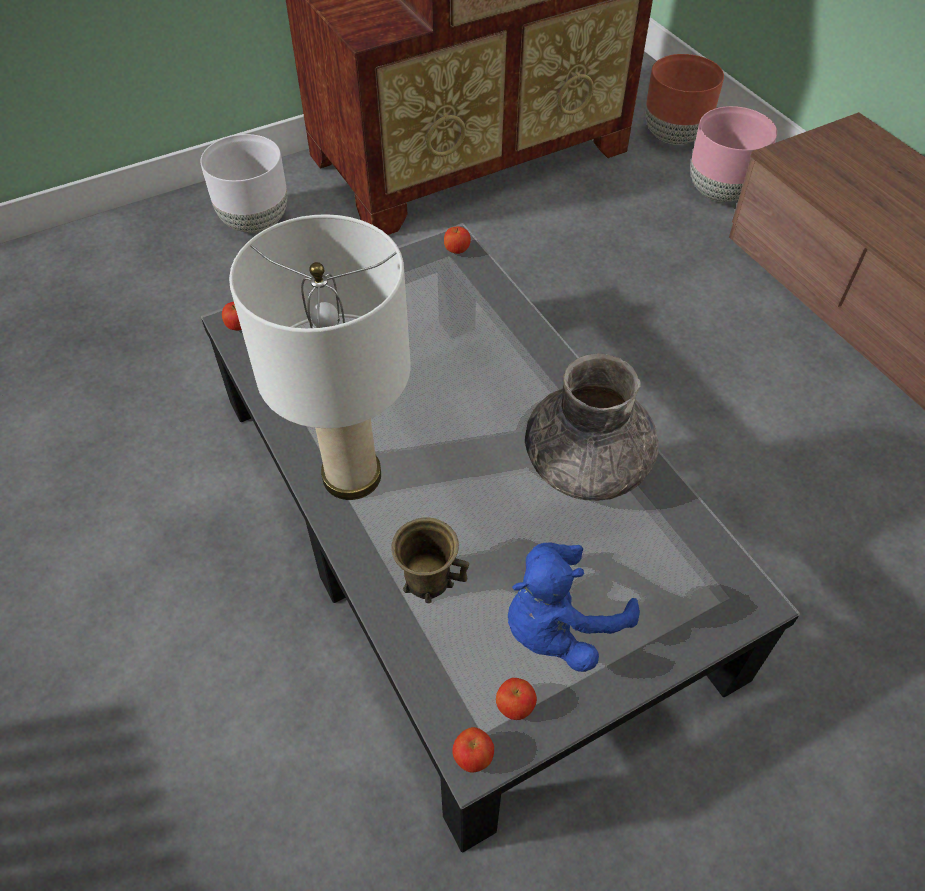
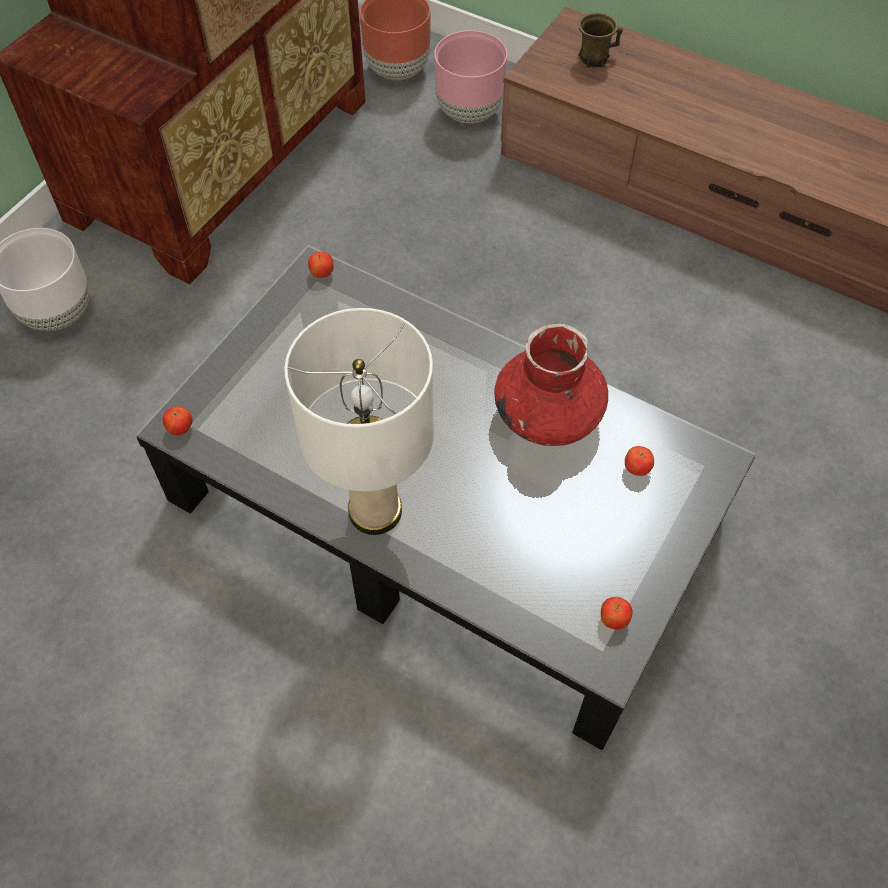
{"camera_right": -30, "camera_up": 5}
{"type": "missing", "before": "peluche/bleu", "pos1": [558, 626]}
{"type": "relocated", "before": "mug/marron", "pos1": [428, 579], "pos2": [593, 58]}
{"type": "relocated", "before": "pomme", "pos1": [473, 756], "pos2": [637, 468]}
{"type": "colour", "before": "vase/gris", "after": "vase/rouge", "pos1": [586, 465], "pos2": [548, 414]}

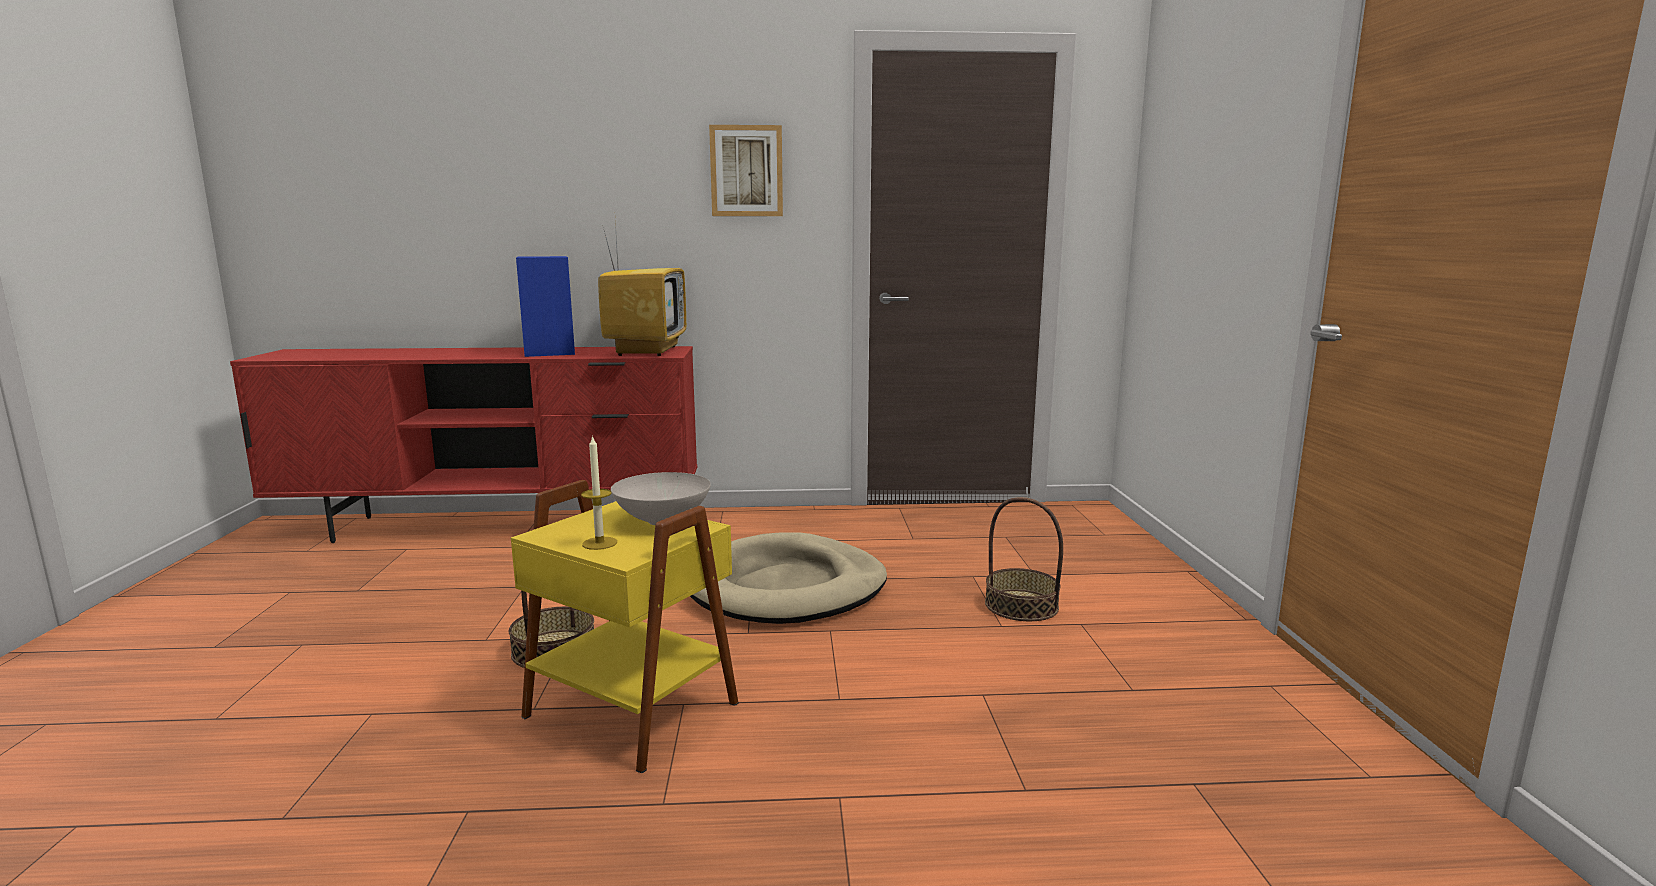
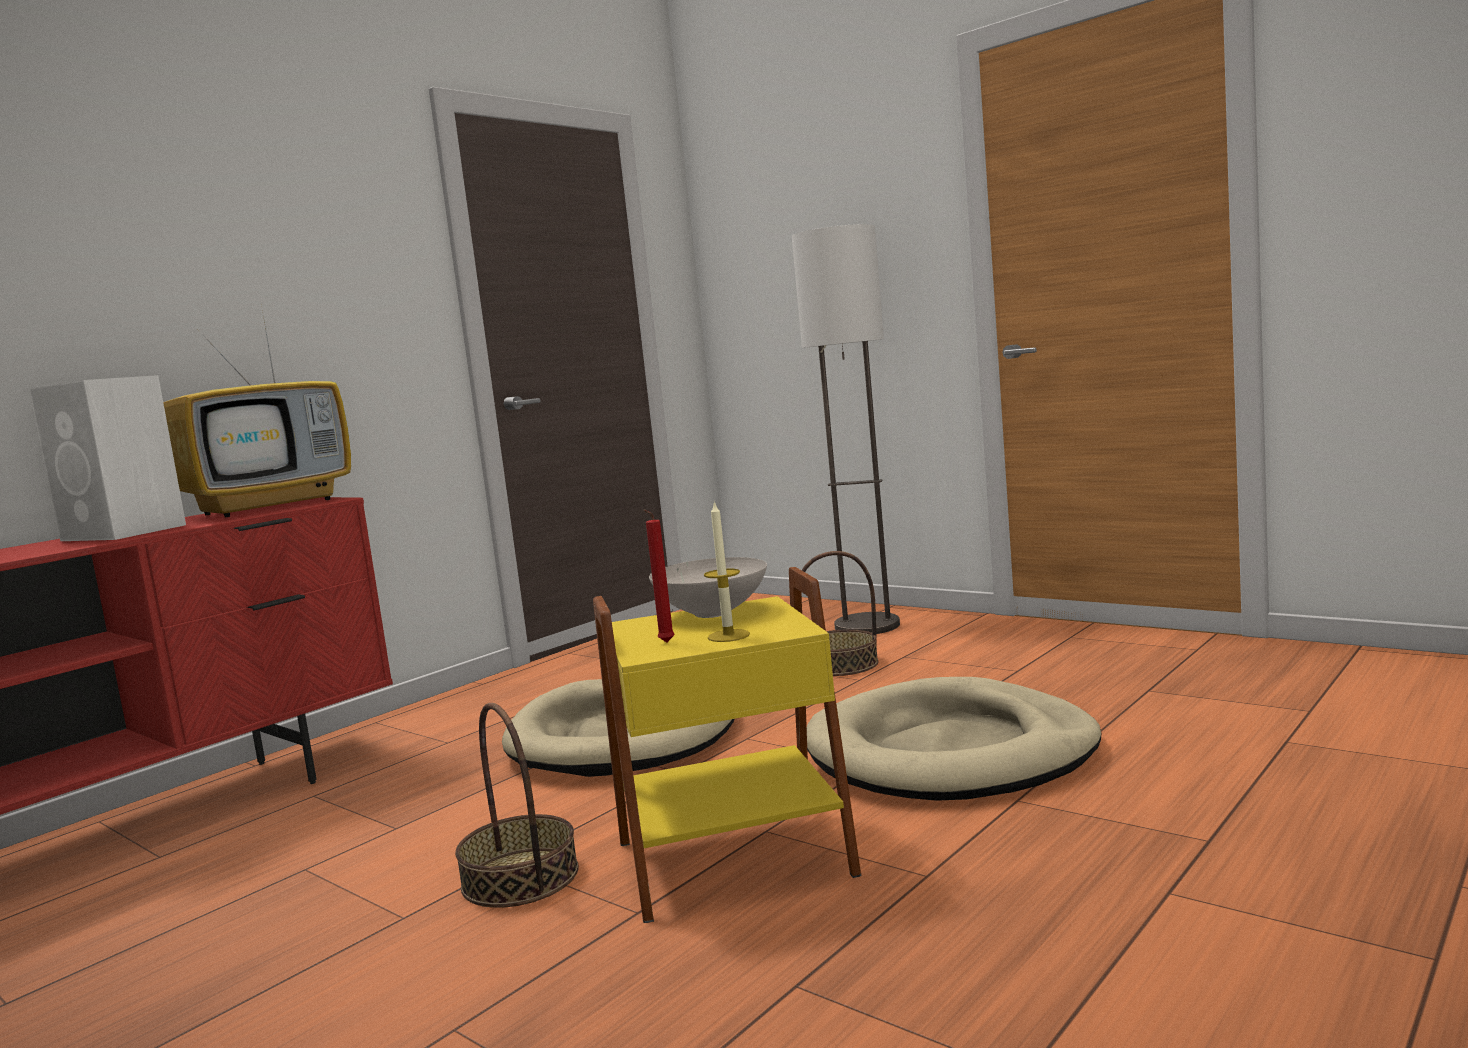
{"camera_right": -45, "camera_up": -5}
{"type": "missing", "before": "tableau", "pos1": [746, 171]}
{"type": "appeared", "after": "bougie/rouge", "pos2": [665, 643]}
{"type": "appeared", "after": "lampadaire", "pos2": [867, 626]}
{"type": "appeared", "after": "panier pour chien/beige", "pos2": [951, 752]}
{"type": "colour", "before": "enceinte/bleu", "after": "enceinte/blanc", "pos1": [549, 352], "pos2": [126, 533]}
{"type": "spun", "before": "téléviseur", "pos1": [646, 351], "pos2": [270, 506], "turn": 90}

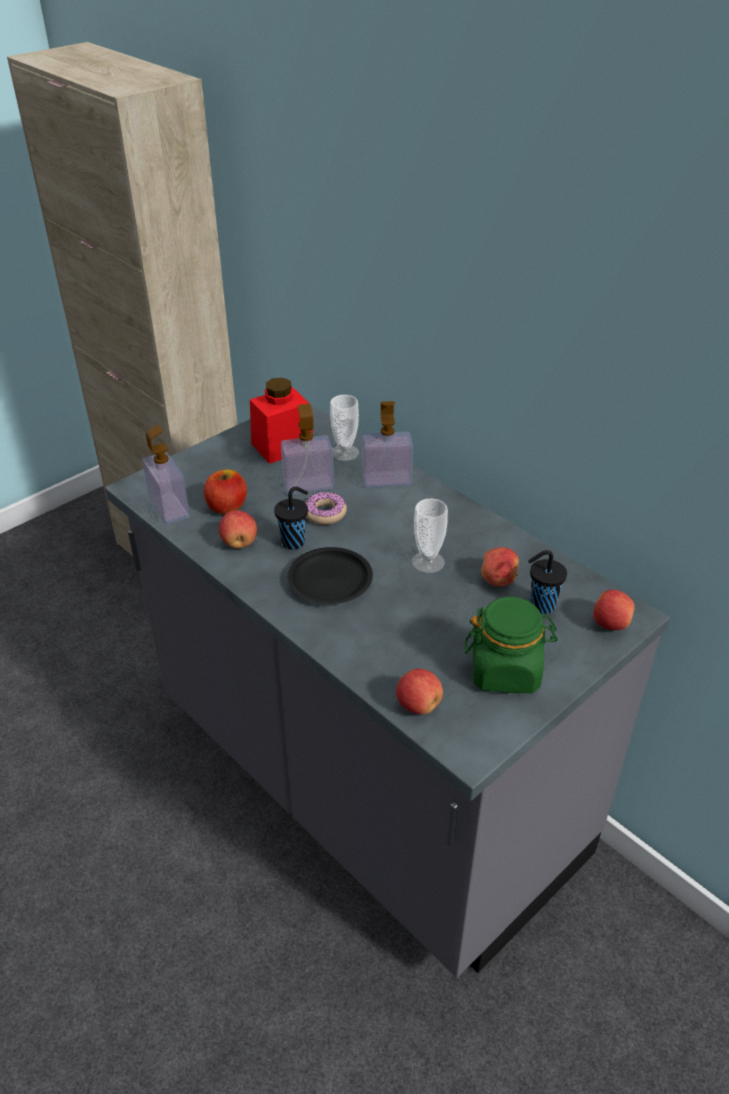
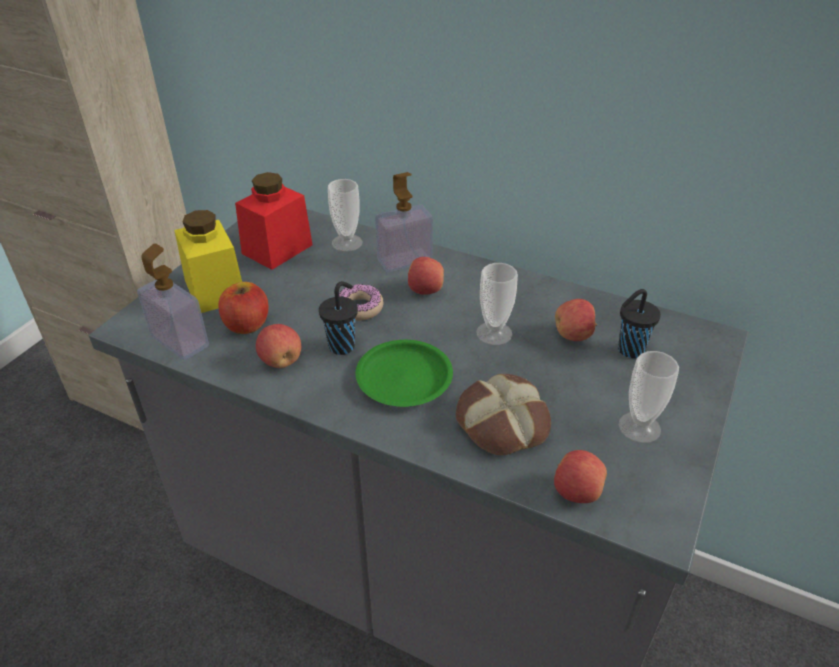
{"camera_right": -20, "camera_up": 0}
{"type": "missing", "before": "distributeur de savon", "pos1": [308, 485]}
{"type": "appeared", "after": "bocal/jaune", "pos2": [215, 290]}
{"type": "appeared", "after": "pain", "pos2": [500, 423]}
{"type": "relocated", "before": "pomme", "pos1": [610, 624], "pos2": [425, 290]}
{"type": "exchanged", "before": "bocal/vert", "after": "tasse", "pos1": [505, 671], "pos2": [639, 427]}
{"type": "colour", "before": "assiette/noir", "after": "assiette/vert", "pos1": [329, 581], "pos2": [403, 379]}

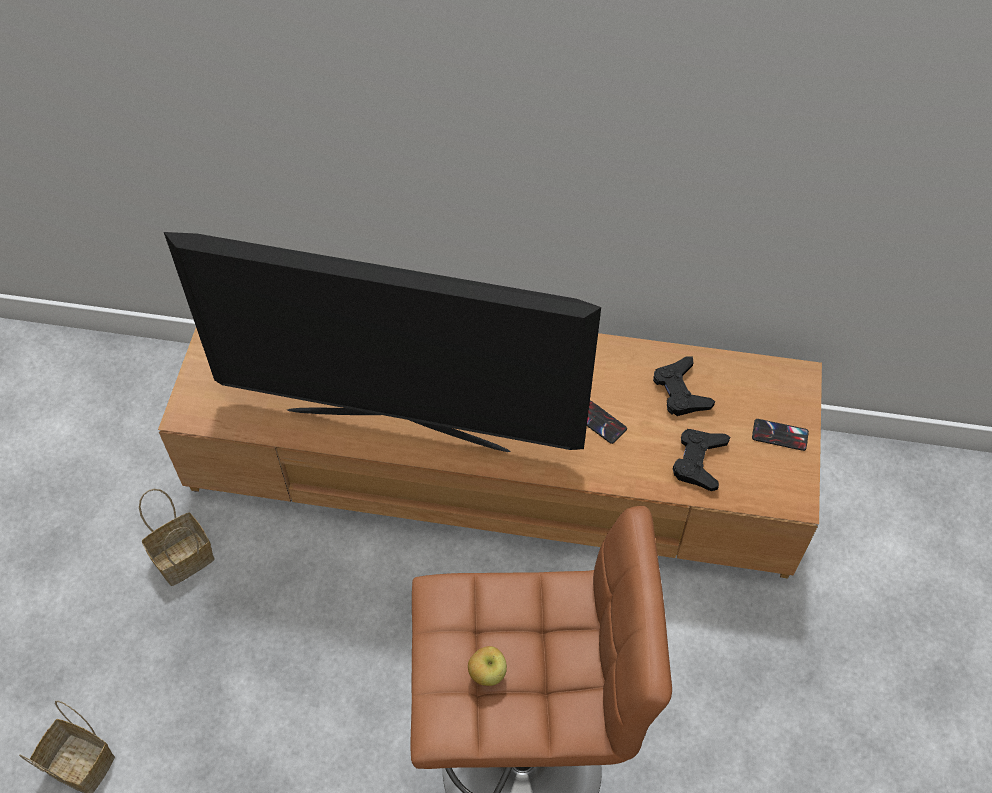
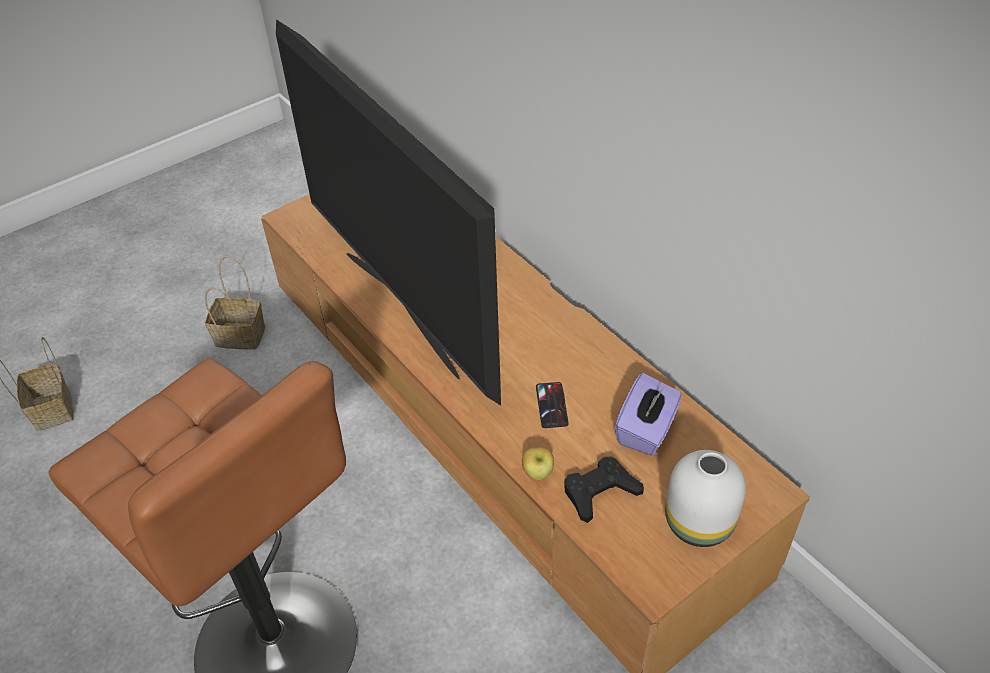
{"camera_right": 45, "camera_up": -10}
{"type": "relocated", "before": "pomme", "pos1": [487, 673], "pos2": [538, 473]}
{"type": "exchanged", "before": "manette/noir", "after": "boîte à mouchoirs/violet", "pos1": [680, 391], "pos2": [646, 430]}
{"type": "exchanged", "before": "téléphone", "after": "vase/blanc", "pos1": [780, 435], "pos2": [698, 524]}

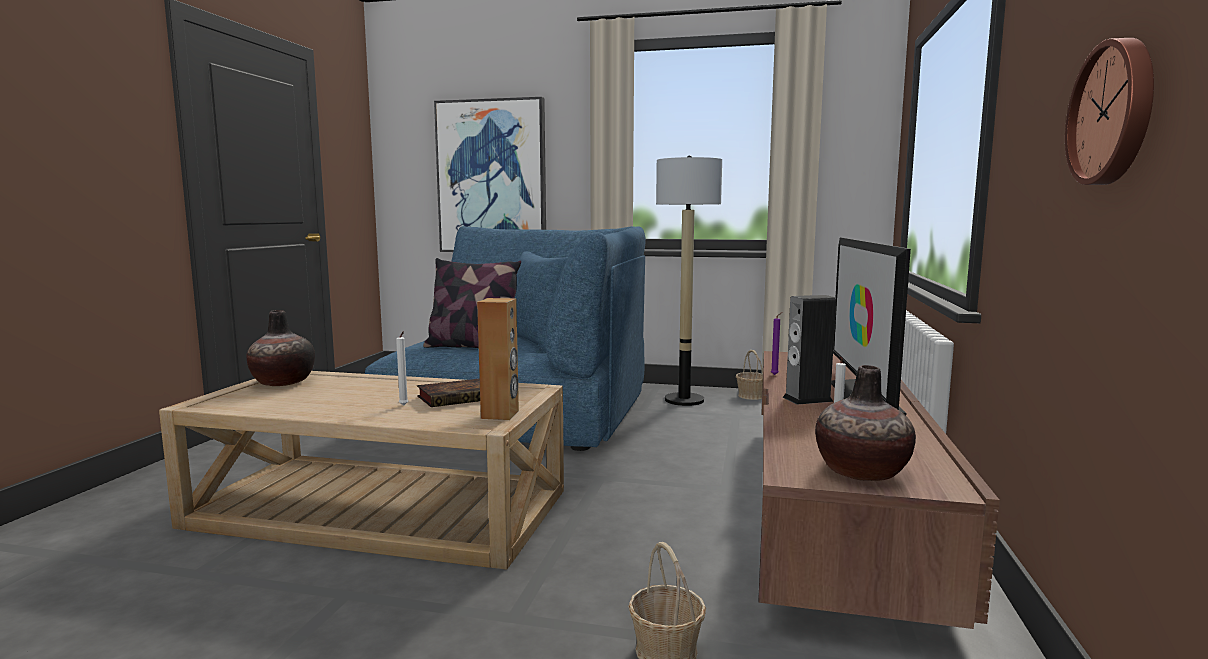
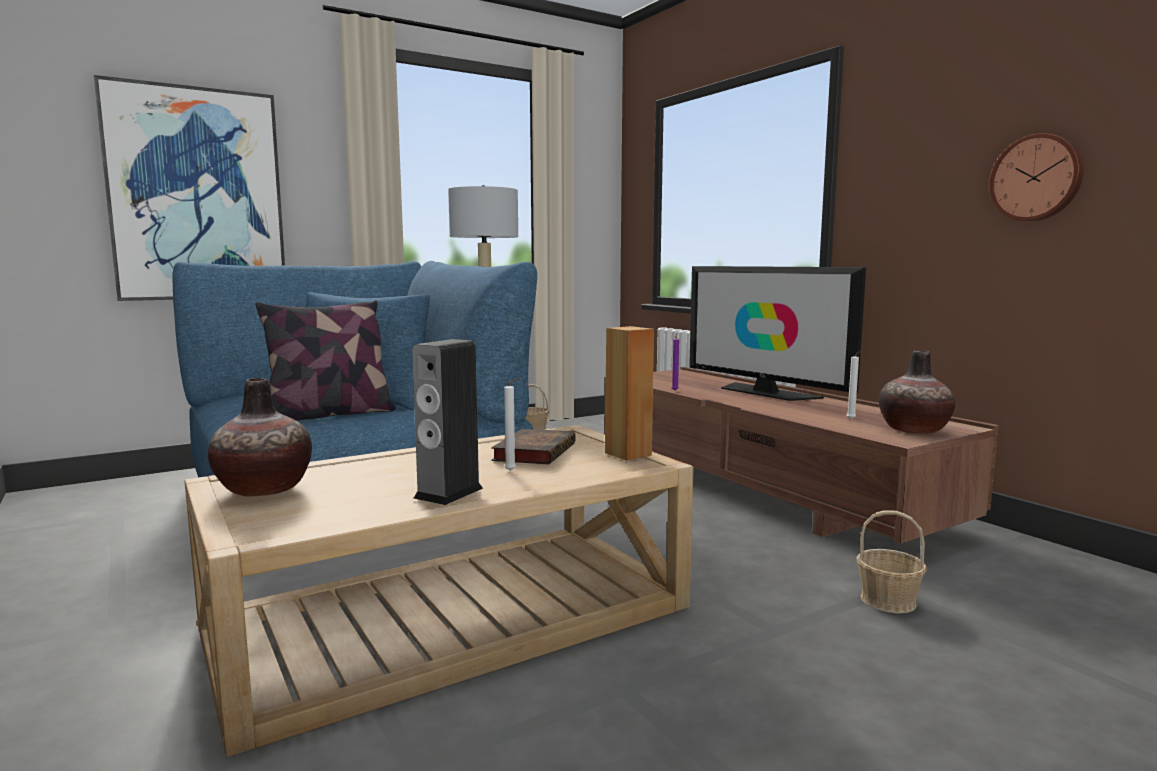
{"camera_right": -45, "camera_up": 0}
{"type": "relocated", "before": "enceinte", "pos1": [807, 399], "pos2": [449, 493]}

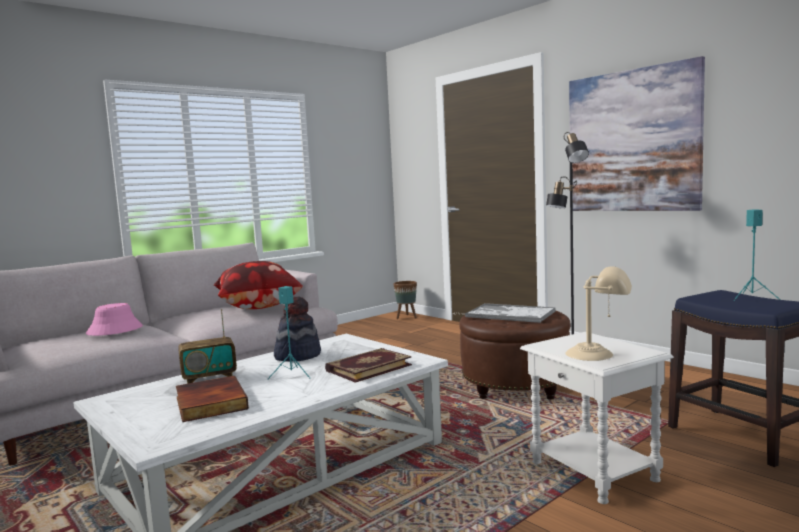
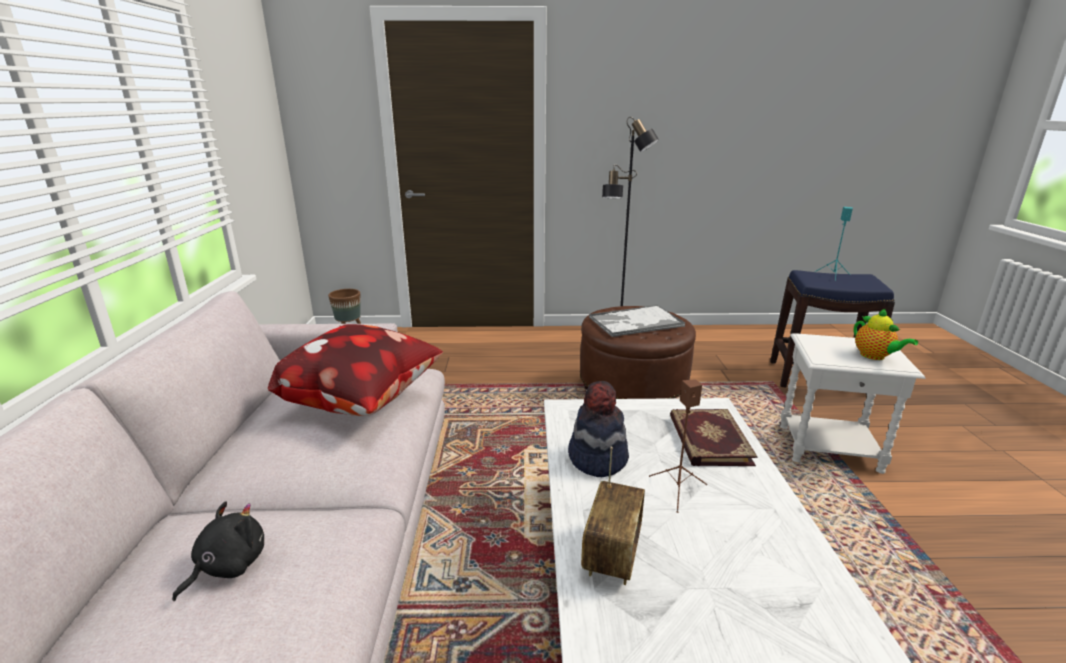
{"camera_right": -50, "camera_up": 15}
{"type": "missing", "before": "livre", "pos1": [209, 403]}
{"type": "missing", "before": "tableau", "pos1": [632, 141]}
{"type": "exchanged", "before": "chapeau/rose", "after": "peluche/noir", "pos1": [114, 330], "pos2": [228, 566]}
{"type": "exchanged", "before": "lampe de table/beige", "after": "théière", "pos1": [599, 354], "pos2": [874, 356]}
{"type": "colour", "before": "enceinte/turquoise", "after": "enceinte/marron", "pos1": [291, 375], "pos2": [677, 491]}

